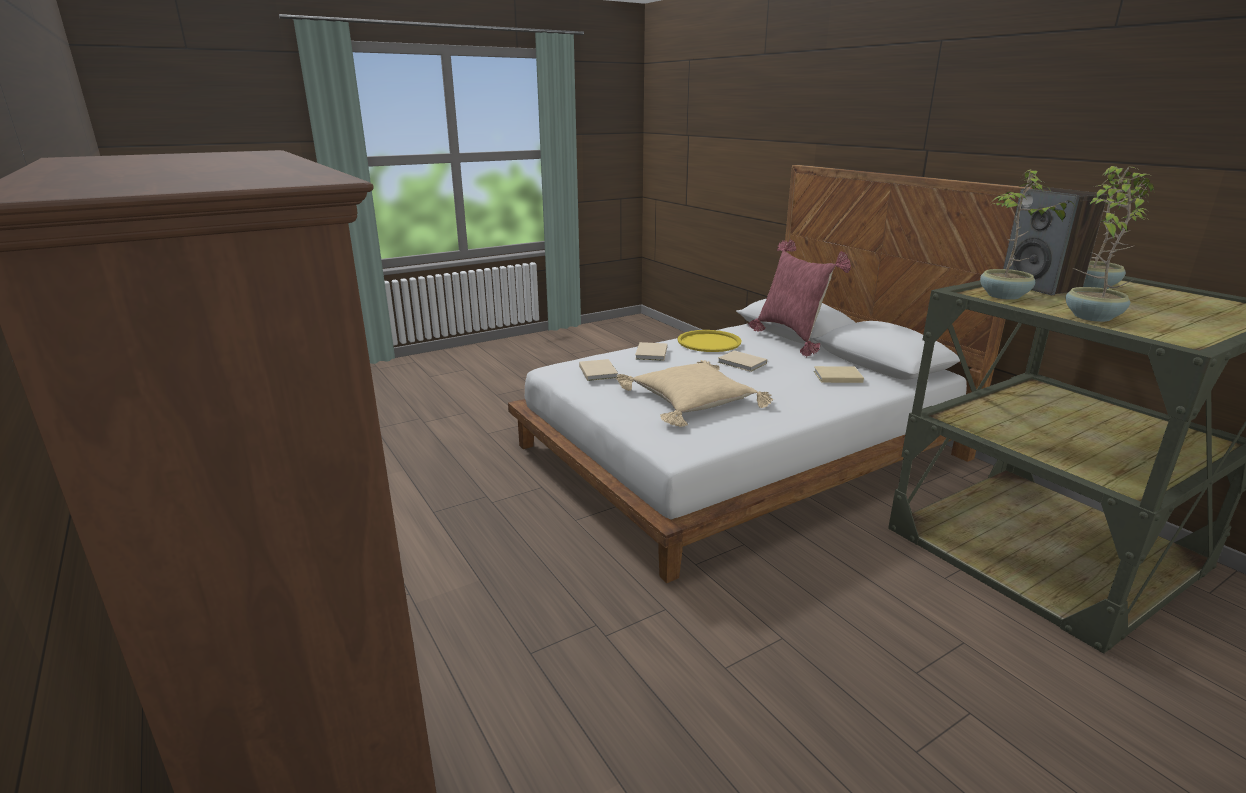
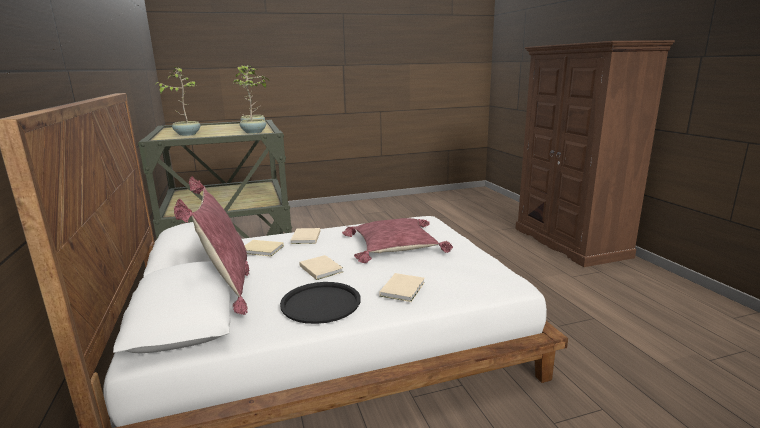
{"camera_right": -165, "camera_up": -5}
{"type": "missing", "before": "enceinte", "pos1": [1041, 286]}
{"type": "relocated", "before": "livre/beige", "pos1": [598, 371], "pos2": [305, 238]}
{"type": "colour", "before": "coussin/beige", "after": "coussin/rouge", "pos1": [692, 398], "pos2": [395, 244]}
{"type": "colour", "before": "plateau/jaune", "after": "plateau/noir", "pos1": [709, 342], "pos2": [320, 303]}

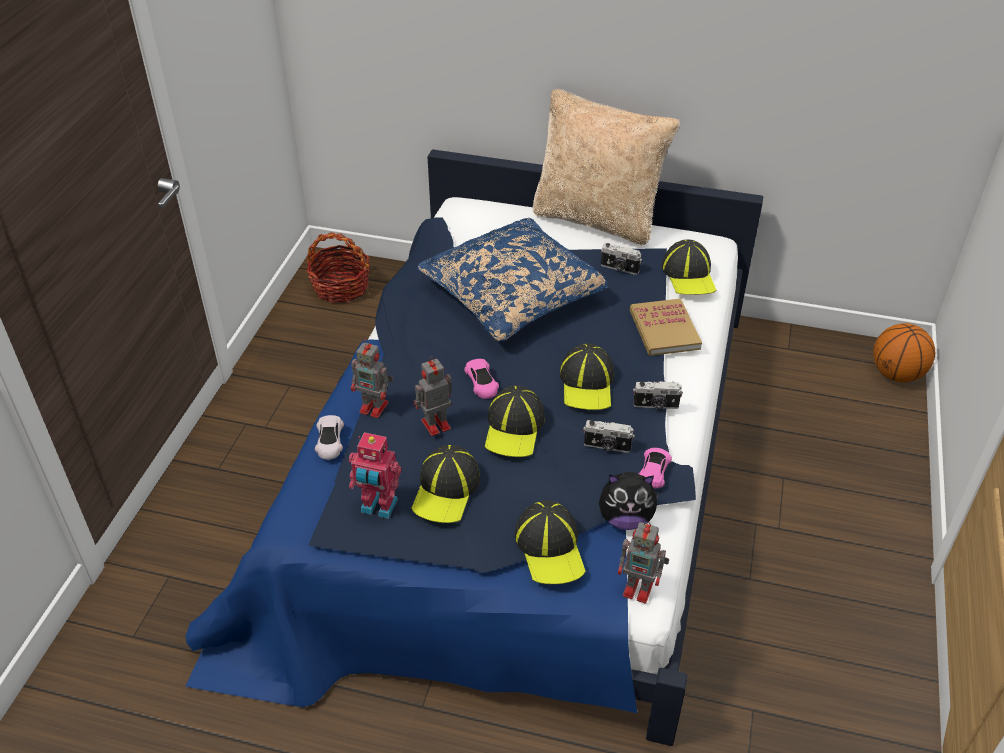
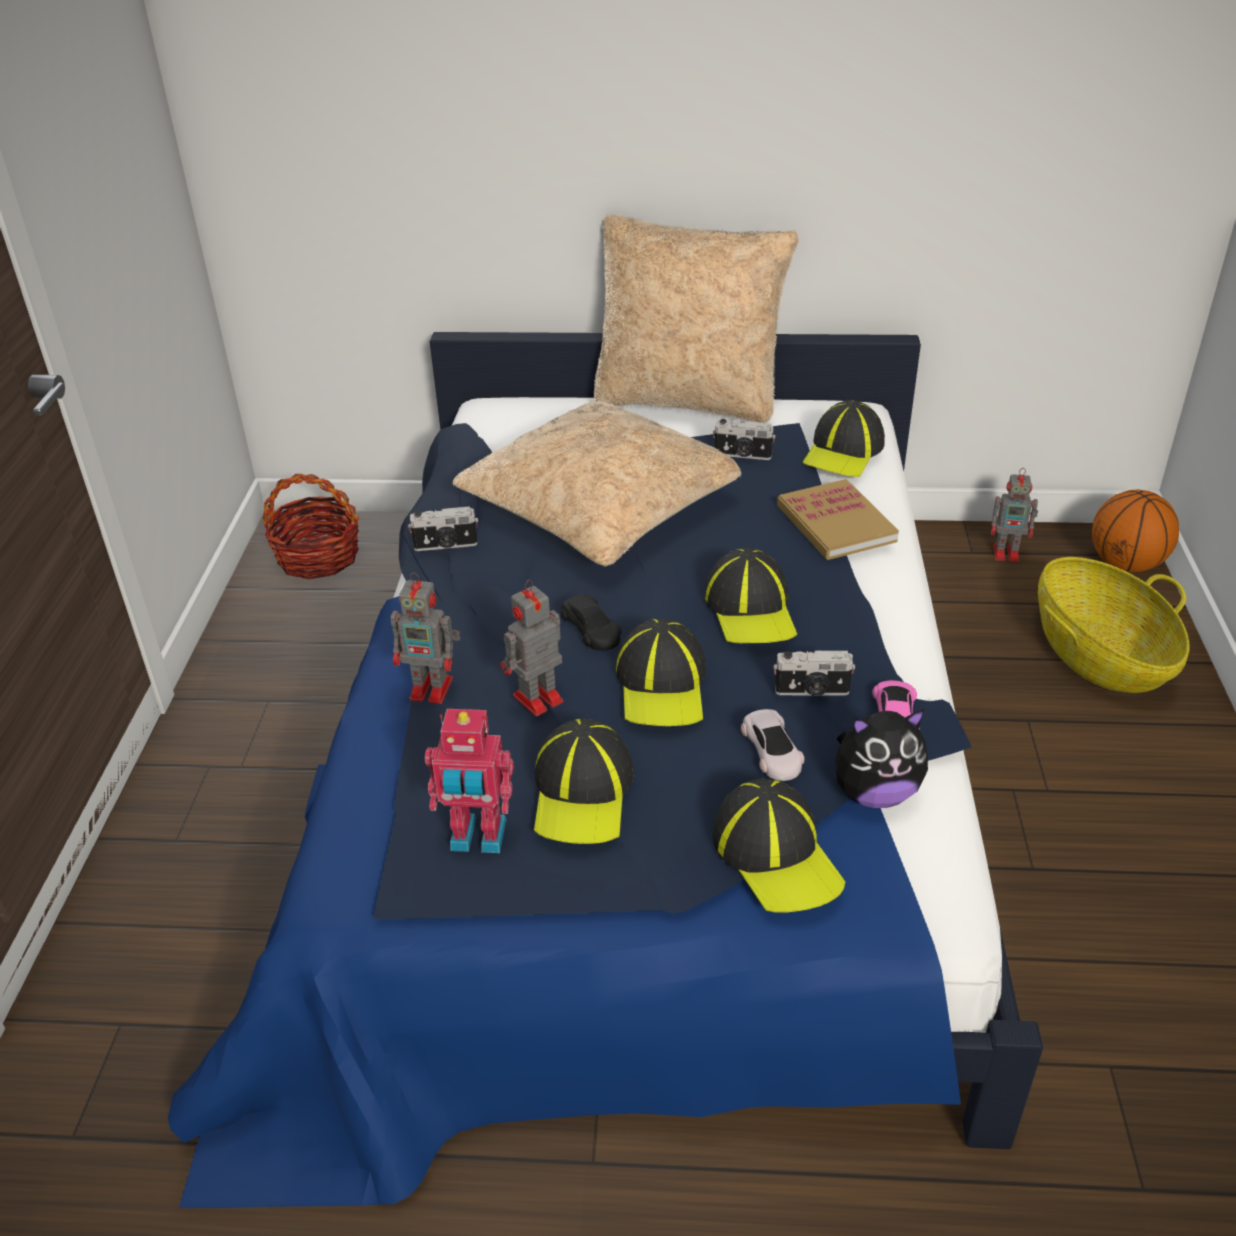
{"camera_right": -10, "camera_up": -5}
{"type": "appeared", "after": "panier", "pos2": [1099, 655]}
{"type": "relocated", "before": "petite voiture/blanc", "pos1": [329, 440], "pos2": [772, 750]}
{"type": "relocated", "before": "robot jouet", "pos1": [640, 589], "pos2": [1007, 553]}
{"type": "relocated", "before": "appareil photo", "pos1": [656, 405], "pos2": [446, 546]}
{"type": "colour", "before": "coussin/bleu", "after": "coussin/beige", "pos1": [514, 293], "pos2": [602, 505]}
{"type": "colour", "before": "petite voiture/rose", "after": "petite voiture/noir", "pos1": [482, 382], "pos2": [592, 628]}
{"type": "spun", "before": "casquette", "pos1": [689, 275], "pos2": [843, 451], "turn": 45}

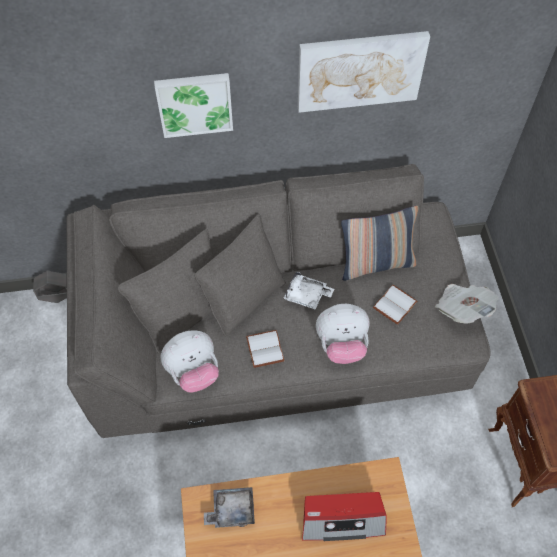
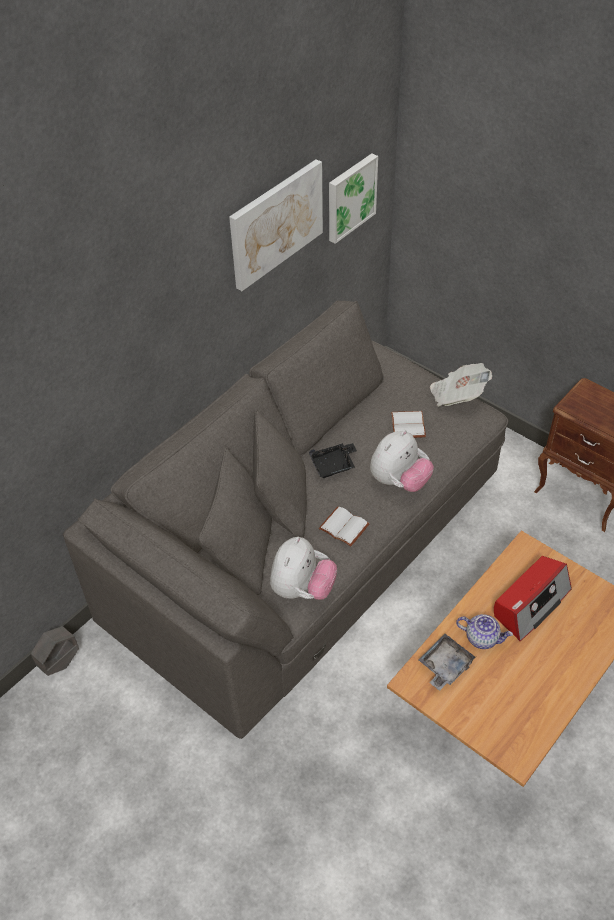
{"camera_right": -40, "camera_up": -10}
{"type": "missing", "before": "coussin", "pos1": [376, 264]}
{"type": "appeared", "after": "théière", "pos2": [482, 638]}
{"type": "relocated", "before": "tableau", "pos1": [194, 103], "pos2": [350, 197]}
{"type": "colour", "before": "plateau/blanc", "after": "plateau/noir", "pos1": [307, 295], "pos2": [333, 465]}

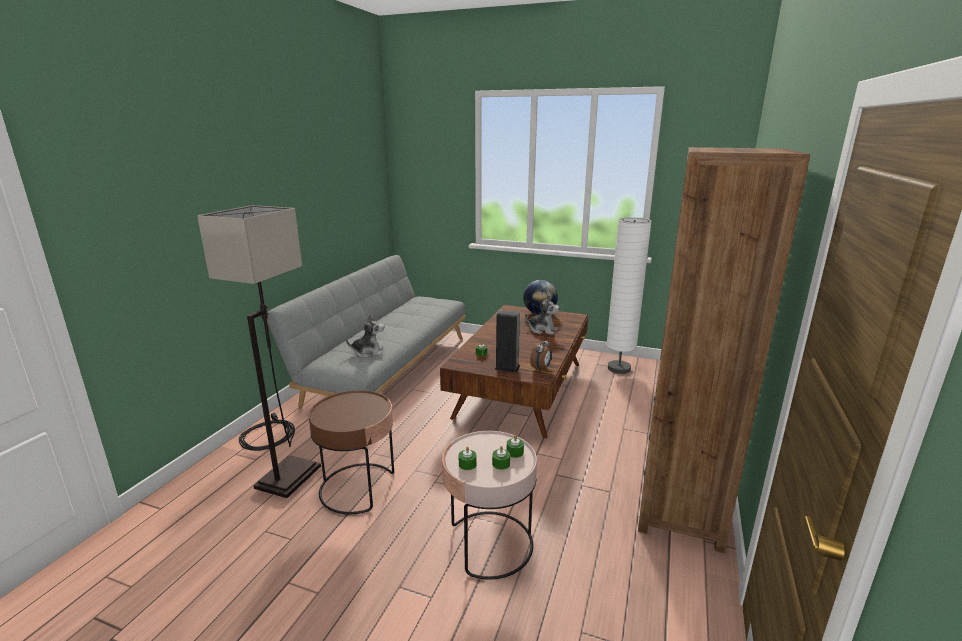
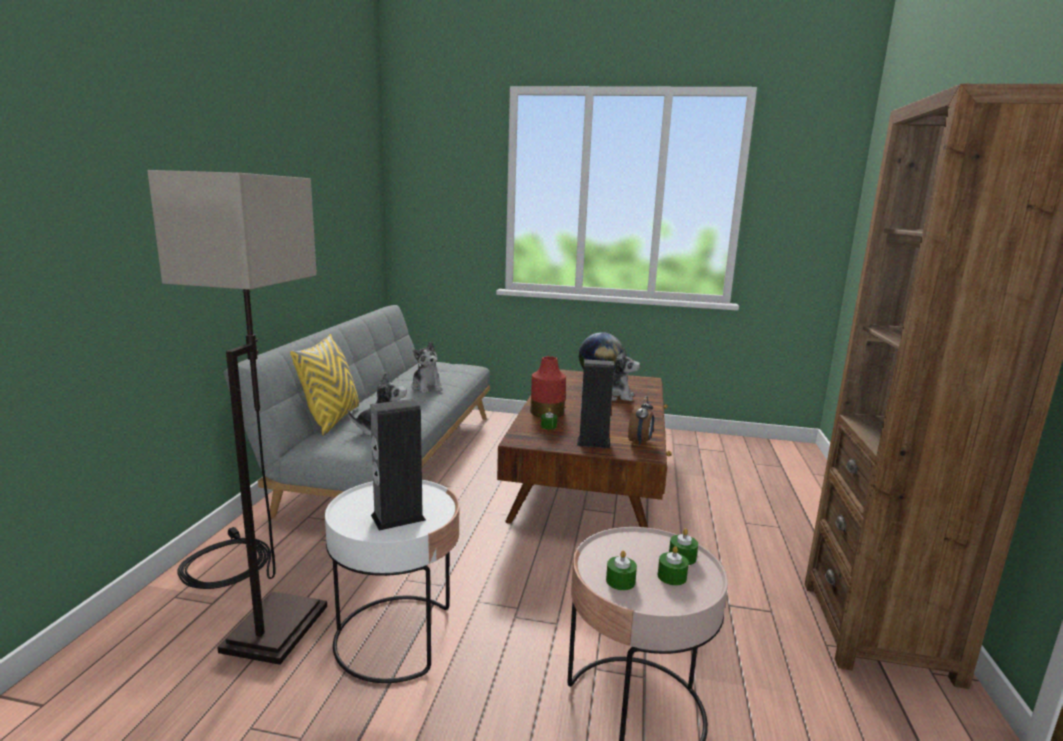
{"camera_right": -10, "camera_up": -5}
{"type": "missing", "before": "lampadaire/blanc", "pos1": [619, 368]}
{"type": "appeared", "after": "coussin/jaune", "pos2": [332, 419]}
{"type": "appeared", "after": "enceinte", "pos2": [398, 517]}
{"type": "appeared", "after": "peluche", "pos2": [427, 387]}
{"type": "appeared", "after": "vase/rouge", "pos2": [546, 412]}
{"type": "colour", "before": "table d'appoint/marron", "after": "table d'appoint/blanc", "pos1": [358, 487], "pos2": [397, 636]}

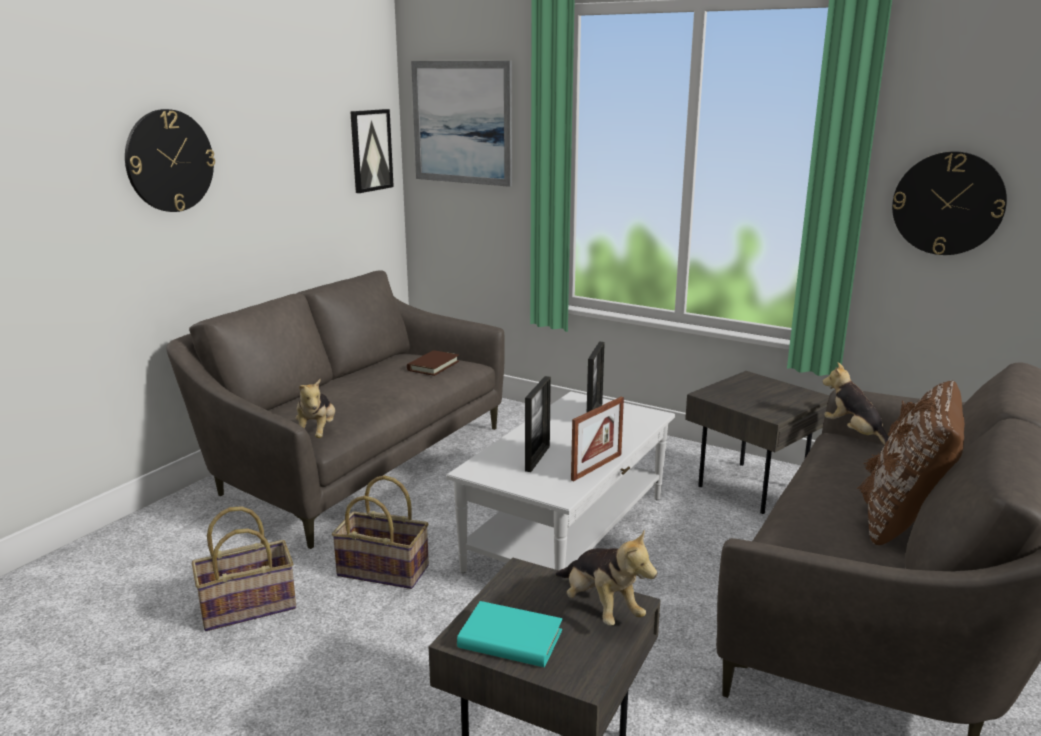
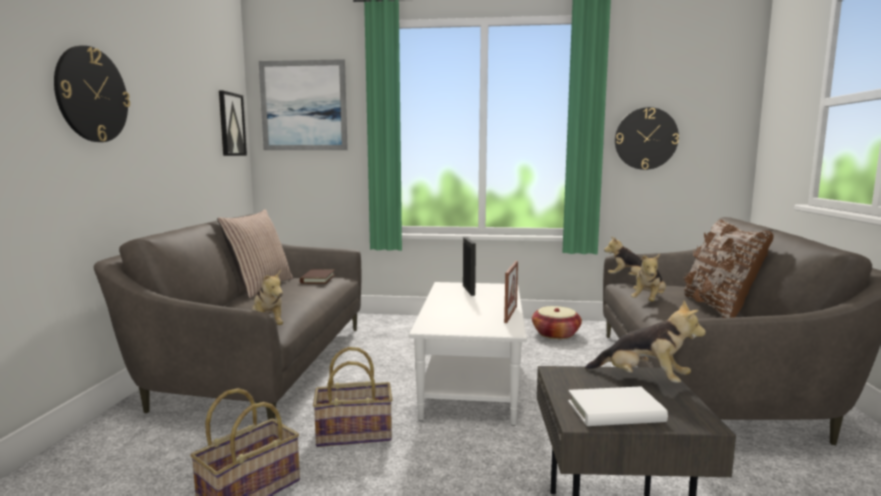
{"camera_right": -25, "camera_up": -10}
{"type": "missing", "before": "cadre photo", "pos1": [537, 458]}
{"type": "appeared", "after": "coussin", "pos2": [260, 287]}
{"type": "appeared", "after": "peluche", "pos2": [648, 301]}
{"type": "exchanged", "before": "table d'appoint/gris", "after": "panier", "pos1": [750, 485], "pos2": [556, 334]}
{"type": "colour", "before": "livre/turquoise", "after": "livre/blanc", "pos1": [510, 639], "pos2": [615, 412]}

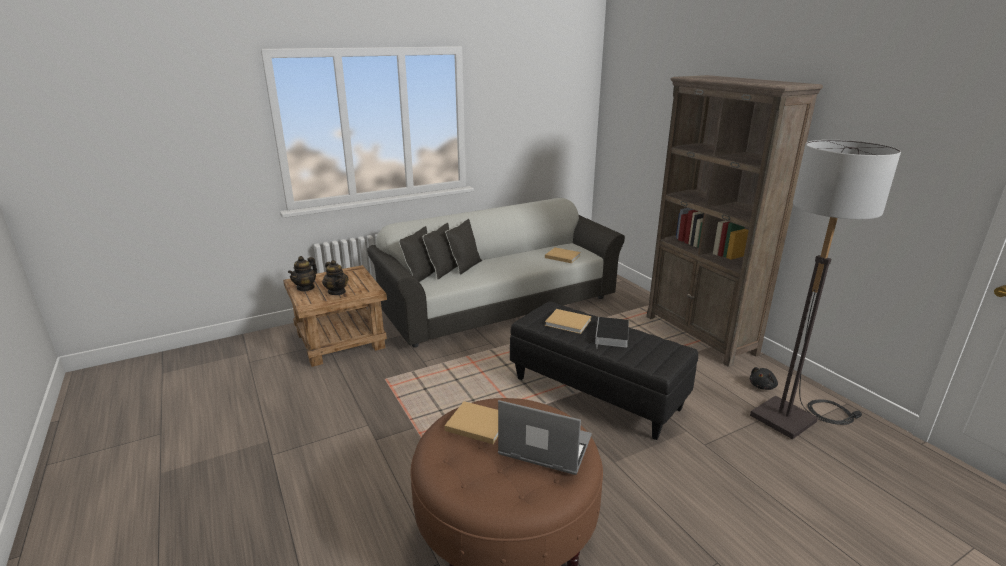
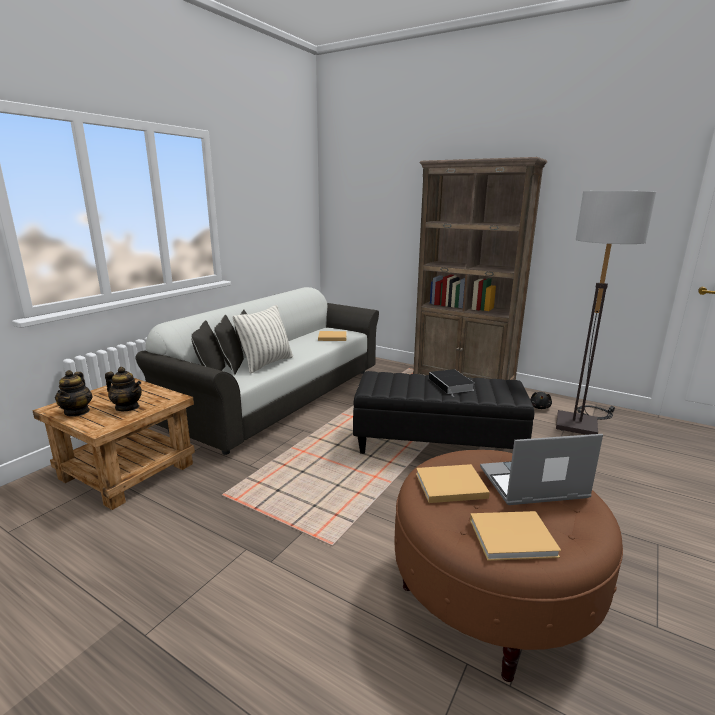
{"camera_right": -30, "camera_up": -5}
{"type": "appeared", "after": "coussin", "pos2": [266, 363]}
{"type": "relocated", "before": "livre/beige", "pos1": [569, 323], "pos2": [515, 537]}

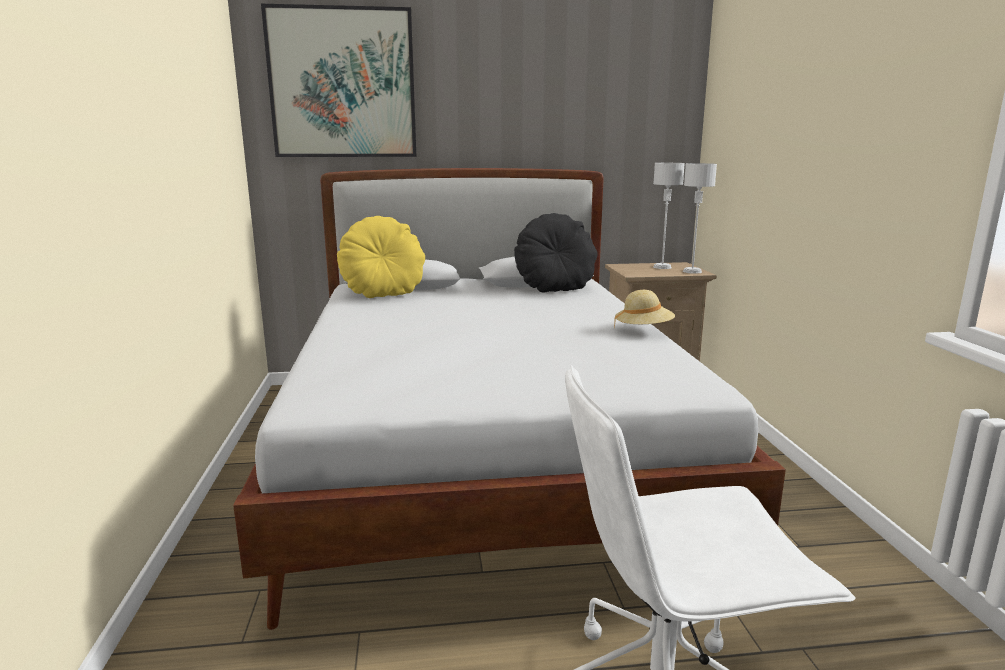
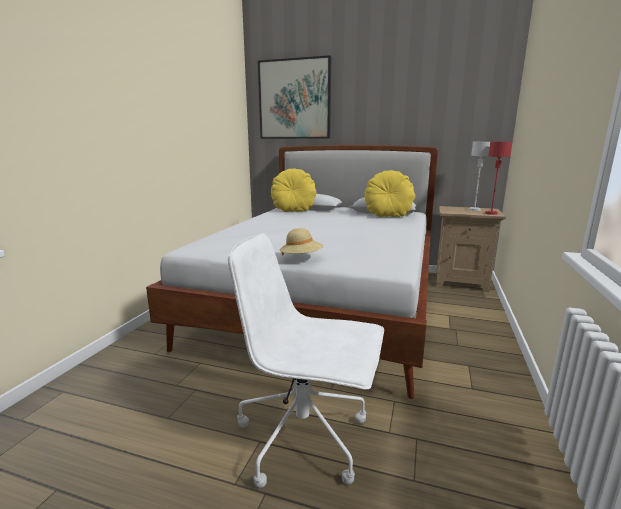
{"camera_right": 25, "camera_up": 0}
{"type": "relocated", "before": "chapeau/beige", "pos1": [643, 330], "pos2": [301, 258]}
{"type": "colour", "before": "coussin/noir", "after": "coussin/jaune", "pos1": [554, 290], "pos2": [388, 216]}
{"type": "colour", "before": "lampe de table/gris", "after": "lampe de table/rouge", "pos1": [692, 271], "pos2": [491, 213]}

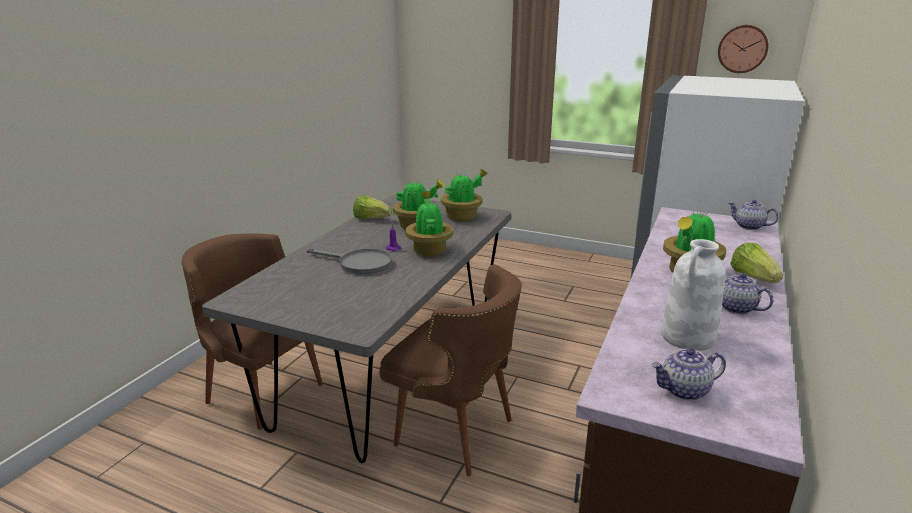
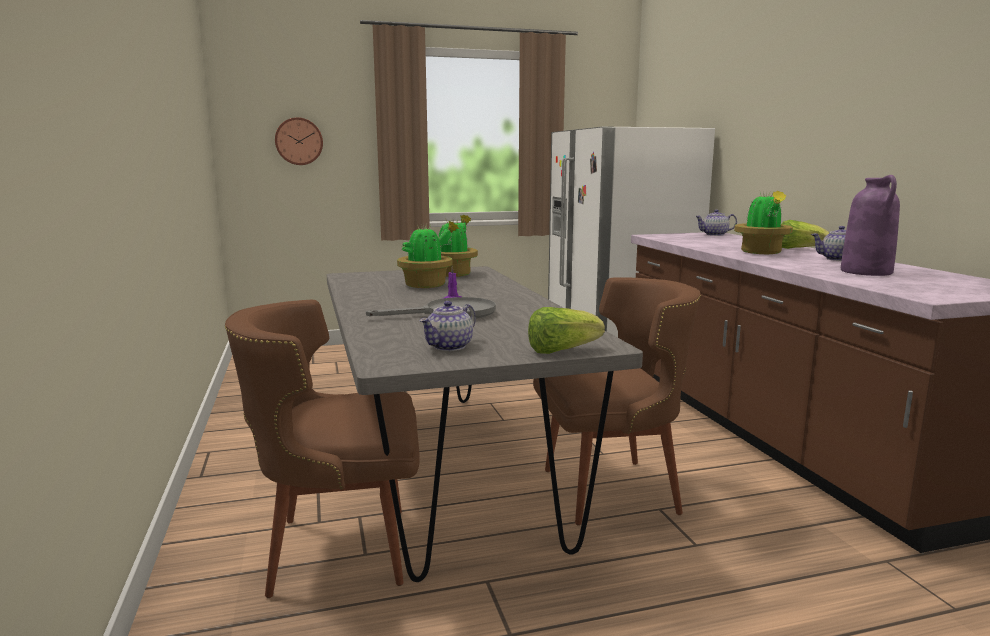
{"camera_right": -40, "camera_up": -10}
{"type": "missing", "before": "plante en pot", "pos1": [429, 250]}
{"type": "relocated", "before": "laitue", "pos1": [371, 219], "pos2": [561, 351]}
{"type": "relocated", "before": "théière", "pos1": [684, 390], "pos2": [449, 347]}
{"type": "relocated", "before": "horloge murale", "pos1": [742, 49], "pos2": [299, 141]}
{"type": "colour", "before": "vase/blanc", "after": "vase/violet", "pos1": [688, 338], "pos2": [867, 272]}

